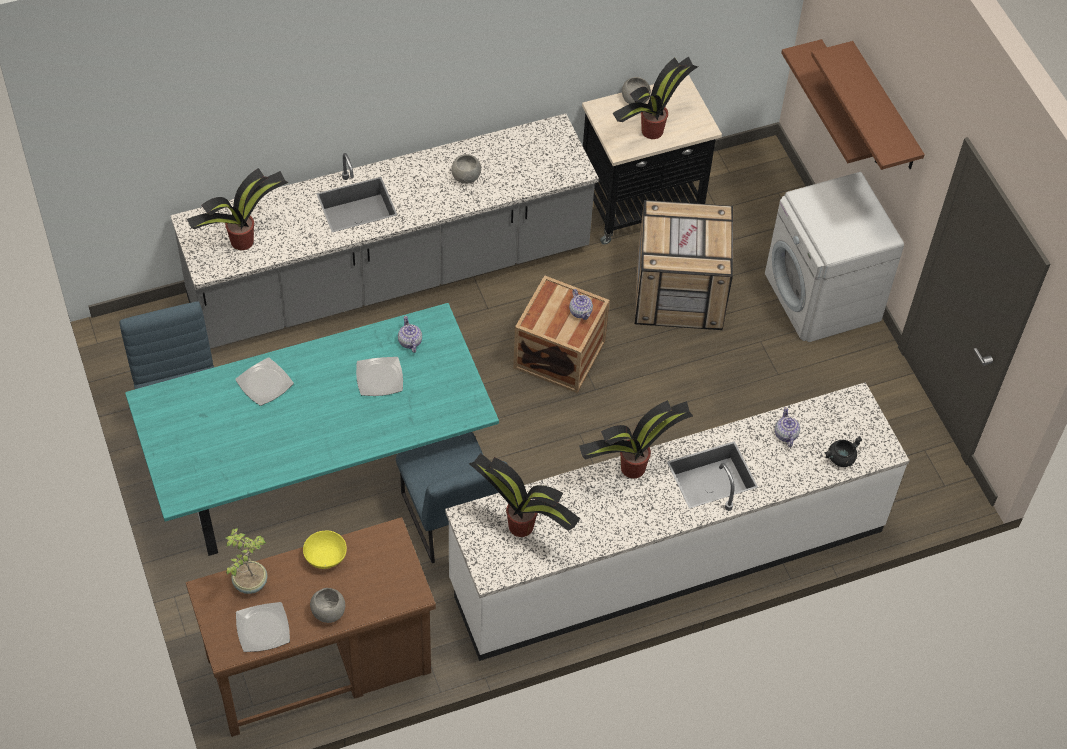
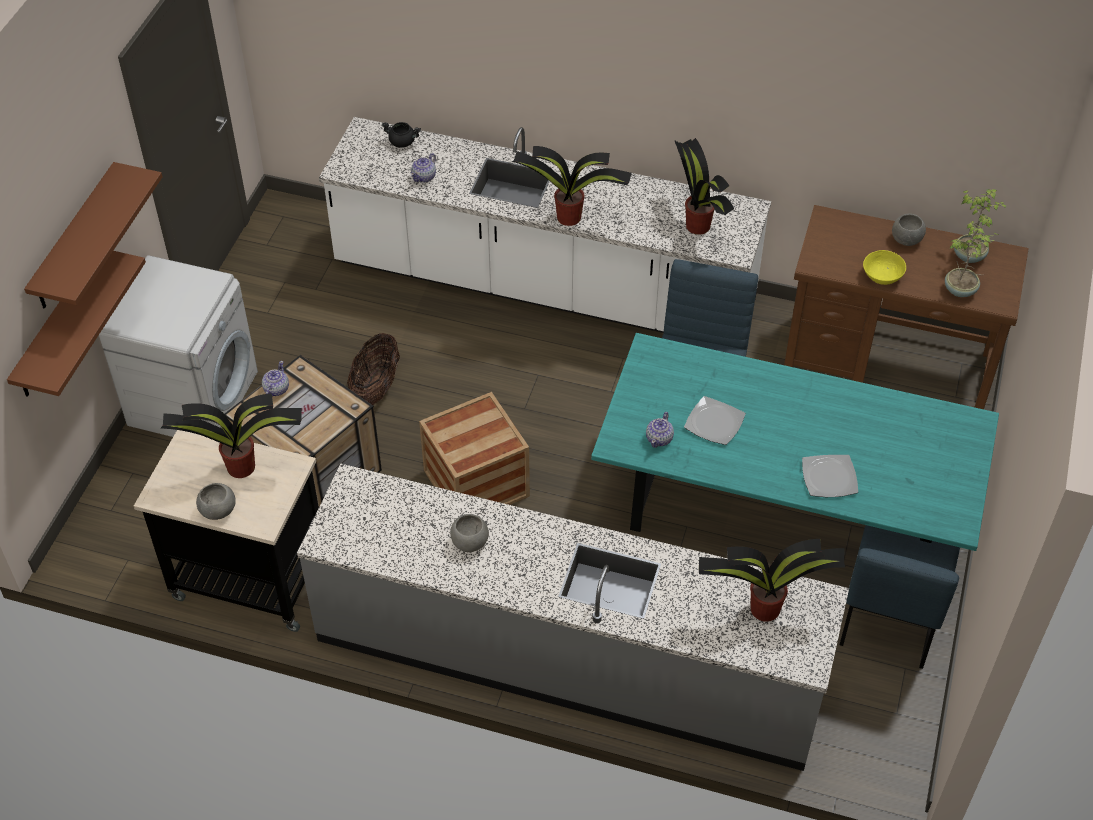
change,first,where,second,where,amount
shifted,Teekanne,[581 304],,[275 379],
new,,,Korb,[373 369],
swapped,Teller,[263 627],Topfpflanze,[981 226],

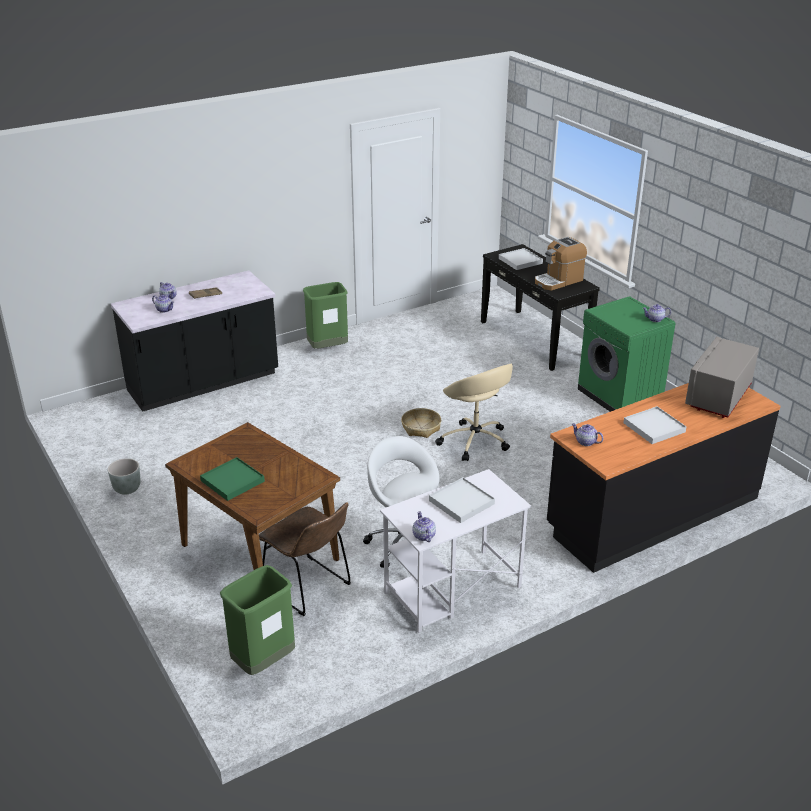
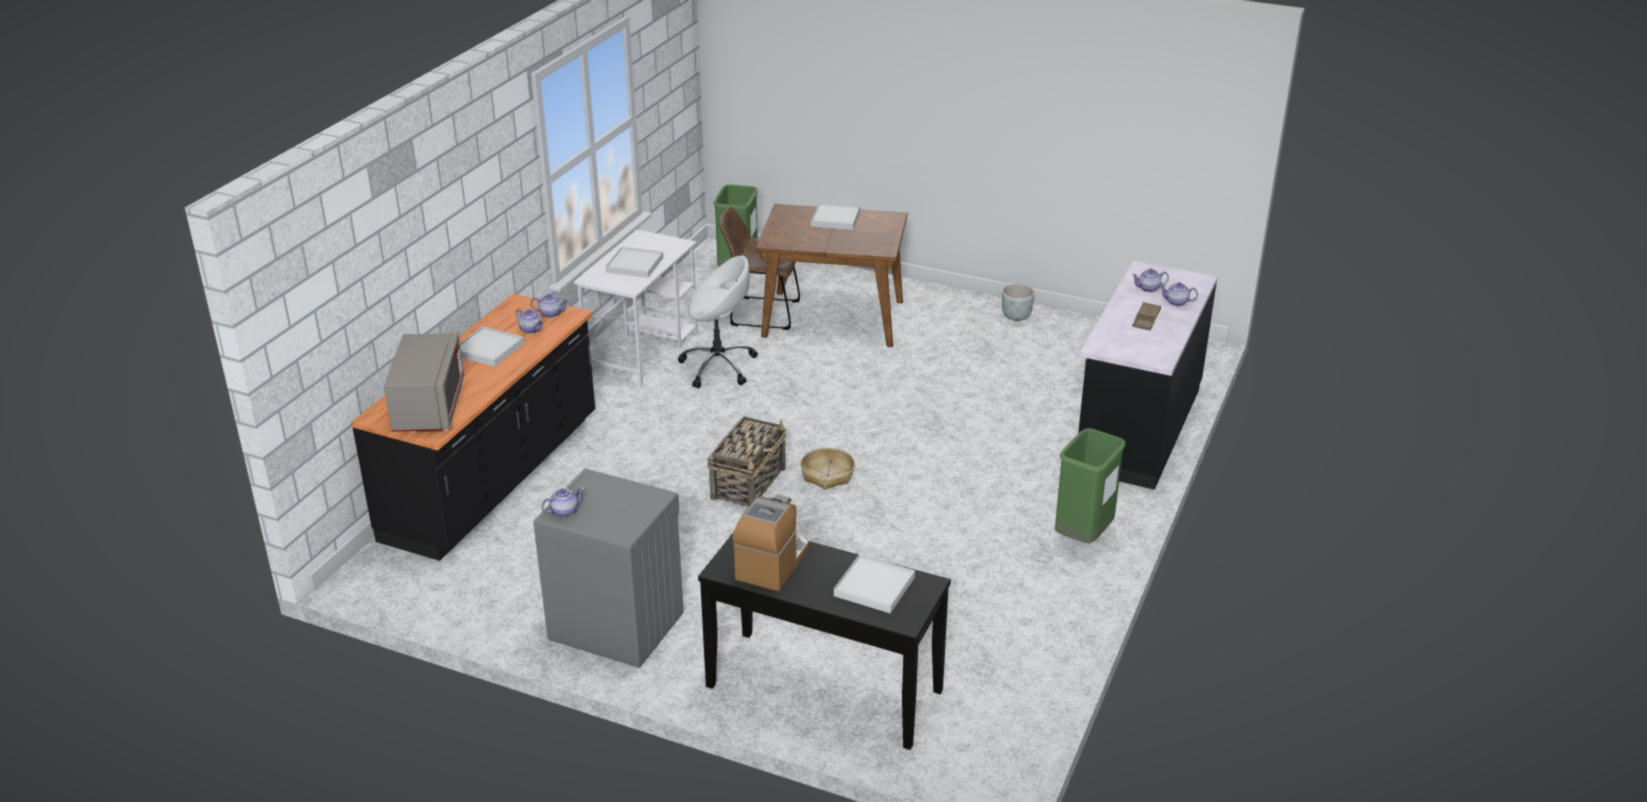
change,first,where,second,where,amount
shifted,Teekanne,[424 526],,[529 321],
repainted,Waschmaschine [grün],[626 354],Waschmaschine [grau],[608 568],
swapped,Bürostuhl [beige],[474 412],Korb,[746 461],
repainted,Tablett [grün],[232 479],Tablett [weiß],[835 216],

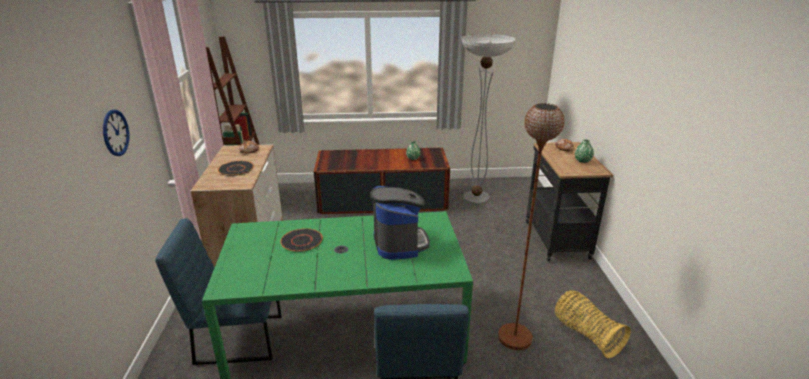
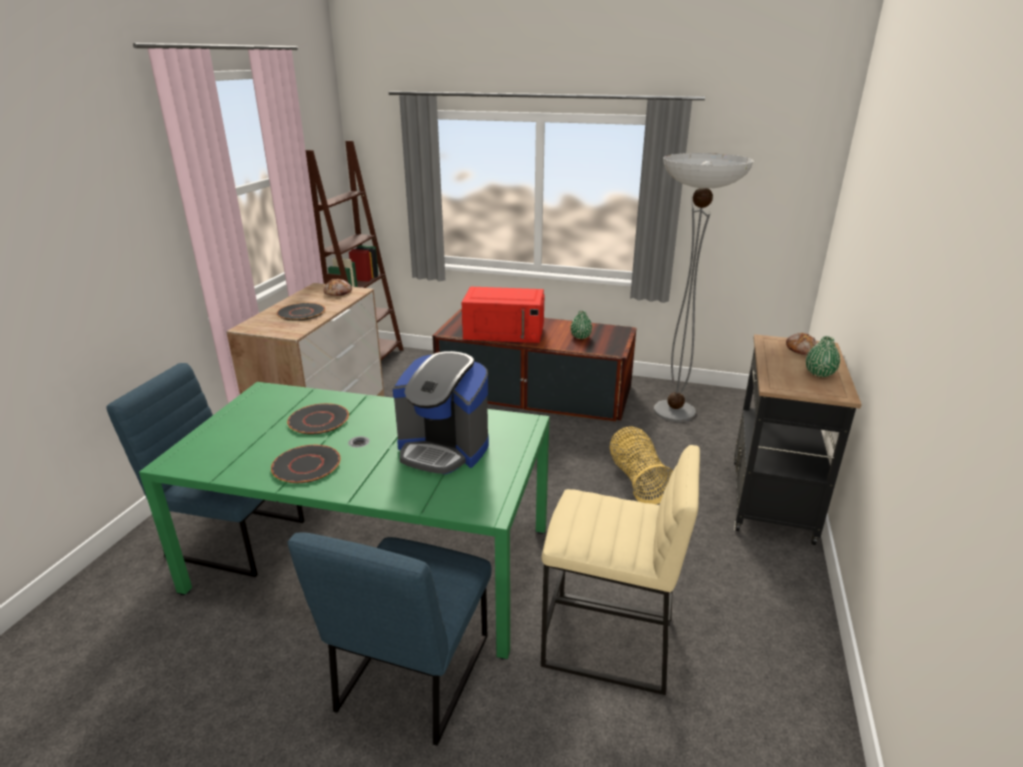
change,first,where,second,where,amount
new,,,Teller [schwarz],[306 464],
rotated,Kaffeemaschine,[400 223],,[441 412],105 degrees clockwise
new,,,Mikrowelle [rot],[503 315],
swapped,Stehlampe [braun],[531 226],Hocker [beige],[620 570],
shifted,Korb,[593 324],,[641 465],
gone,Wanduhr,[116 132],,,

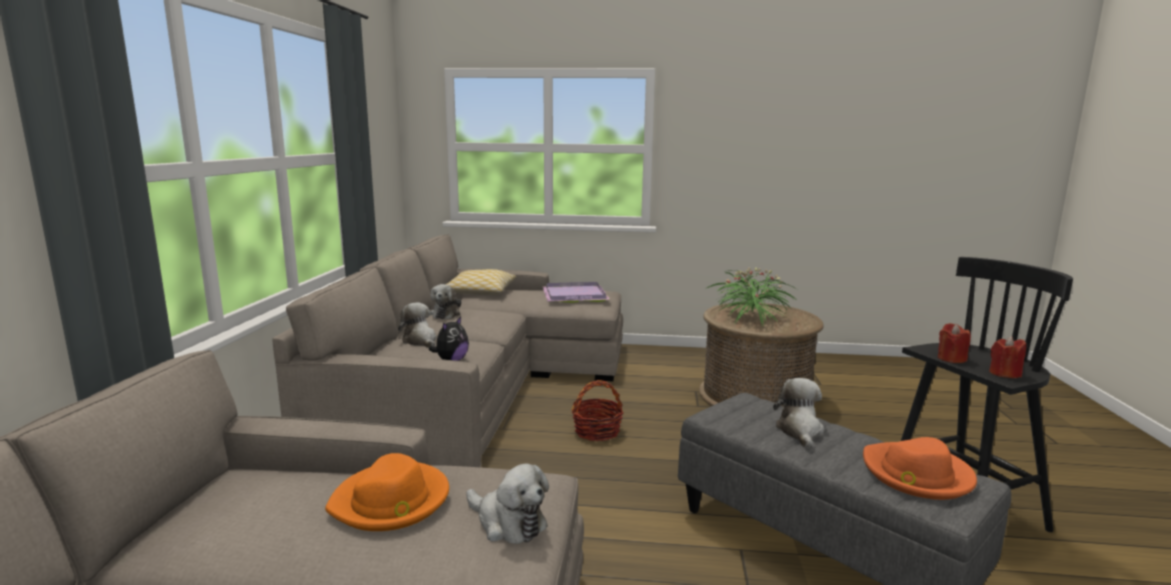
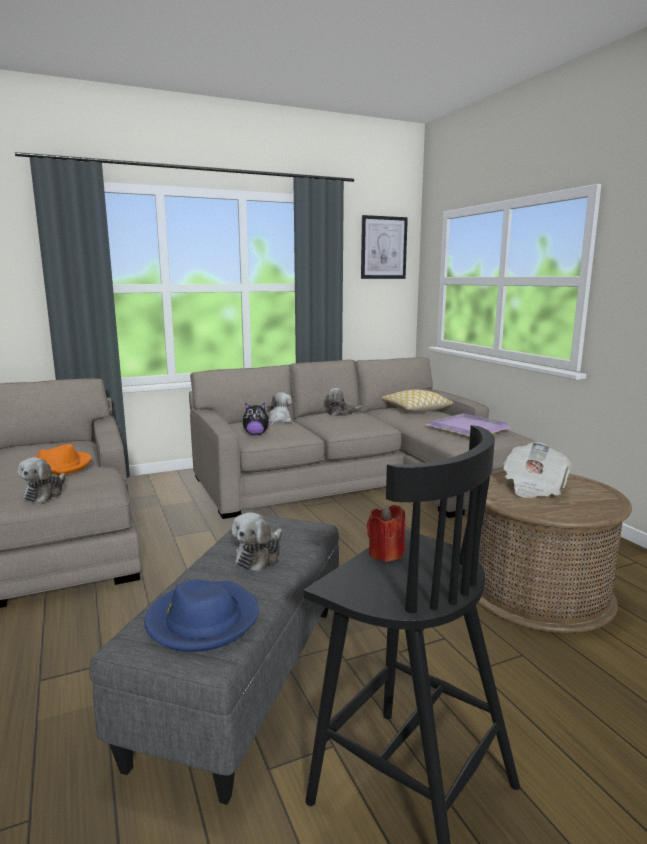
change,first,where,second,where,amount
repainted,Hut [orange],[920 468],Hut [blau],[201 616],
rotated,Plüschtier,[799 413],,[257 542],135 degrees clockwise
new,,,Bild,[384 247],
swapped,Topfpflanze,[751 295],Zeitung,[537 470],
gone,Korb,[597 410],,,
gone,Kerze [rot],[1007 357],,,

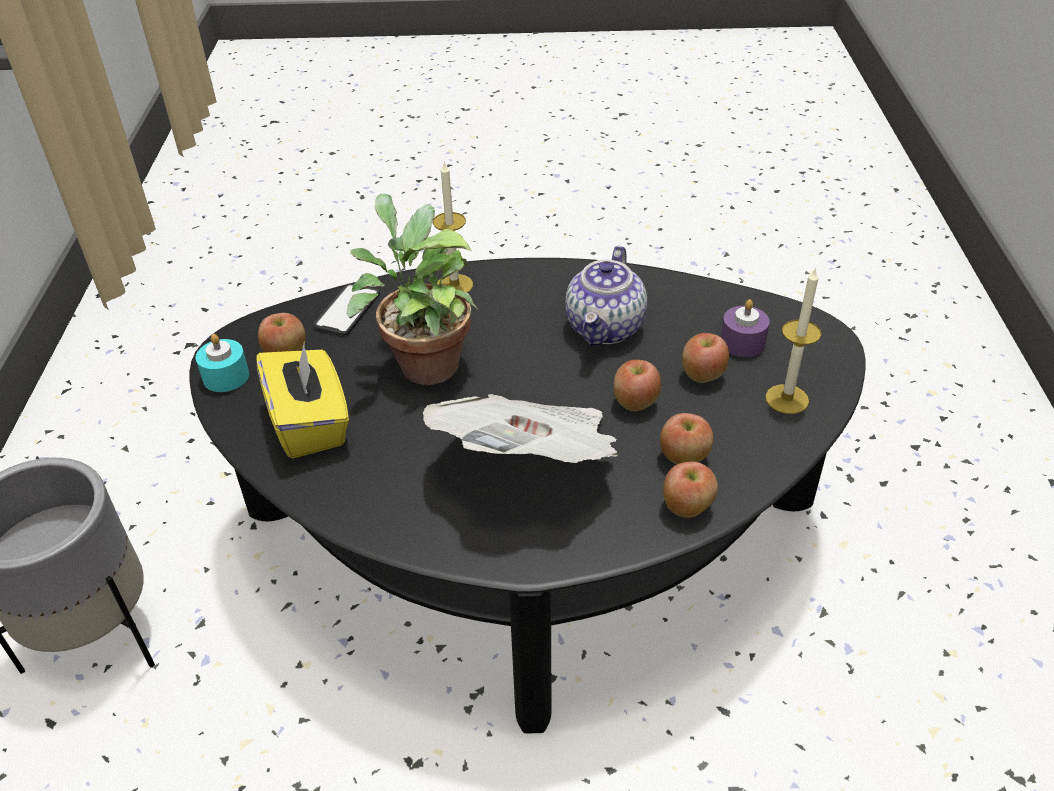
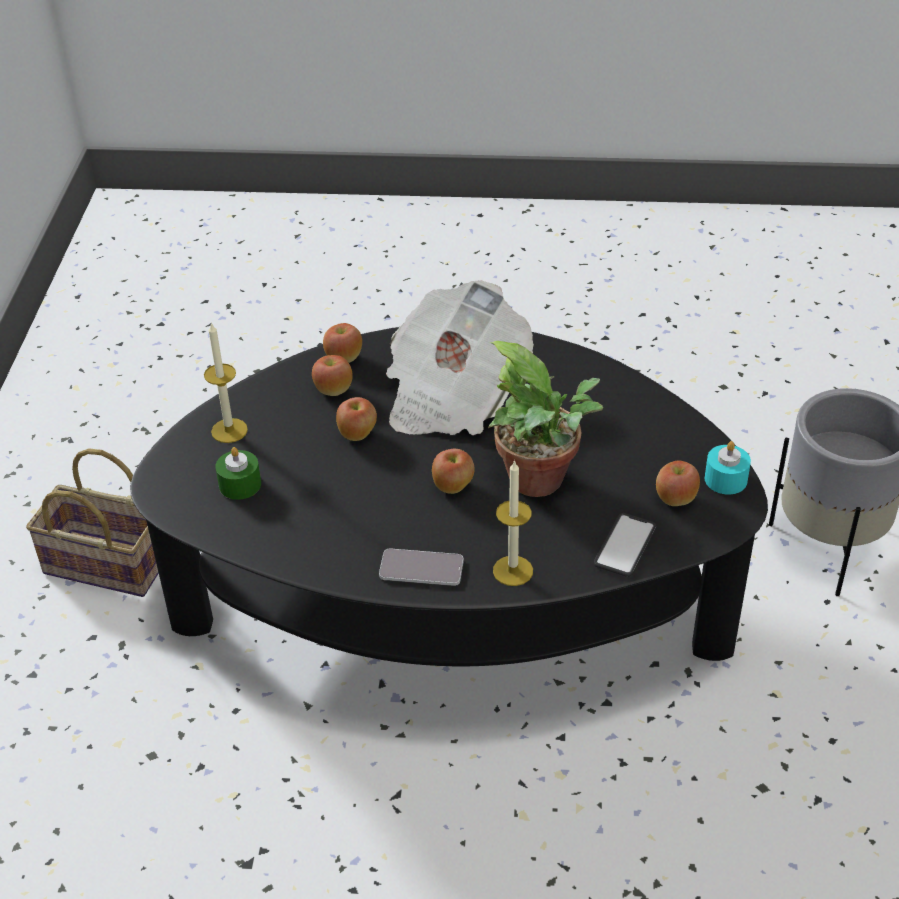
change,first,where,second,where,amount
new,,,Korb,[92 522],
repainted,Kerze [lila],[745 328],Kerze [grün],[238 473],
new,,,Handy,[421 567],
shifted,Apfel,[705 358],,[453 471],
gone,Taschentuchbox [gelb],[302 399],,,
gone,Teekanne,[606 295],,,

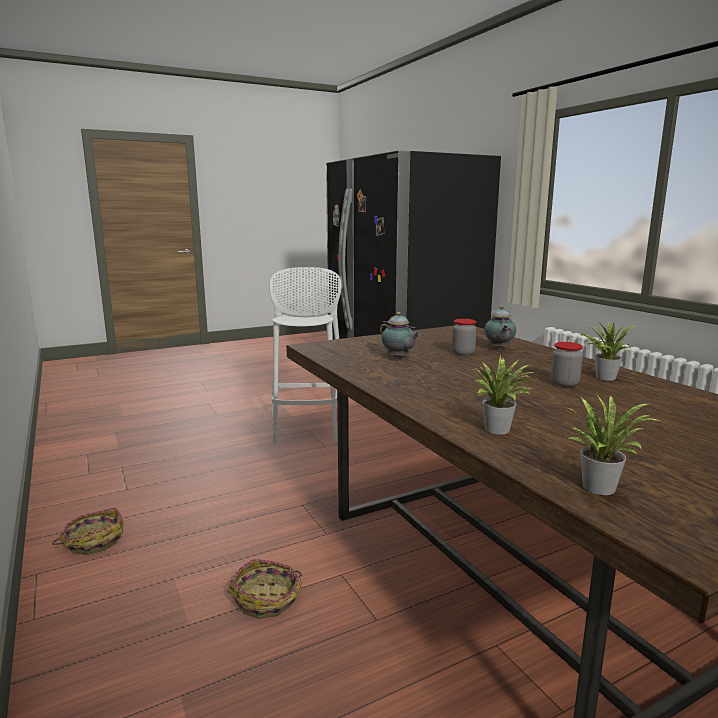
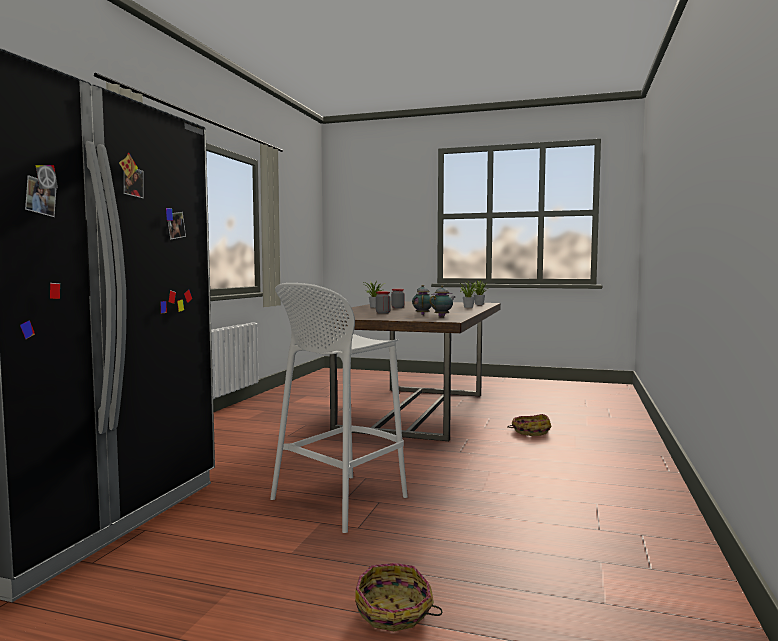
change,first,where,second,where,amount
shifted,Korb,[87 531],,[399 597],
shifted,Teekanne,[500 328],,[442 301],

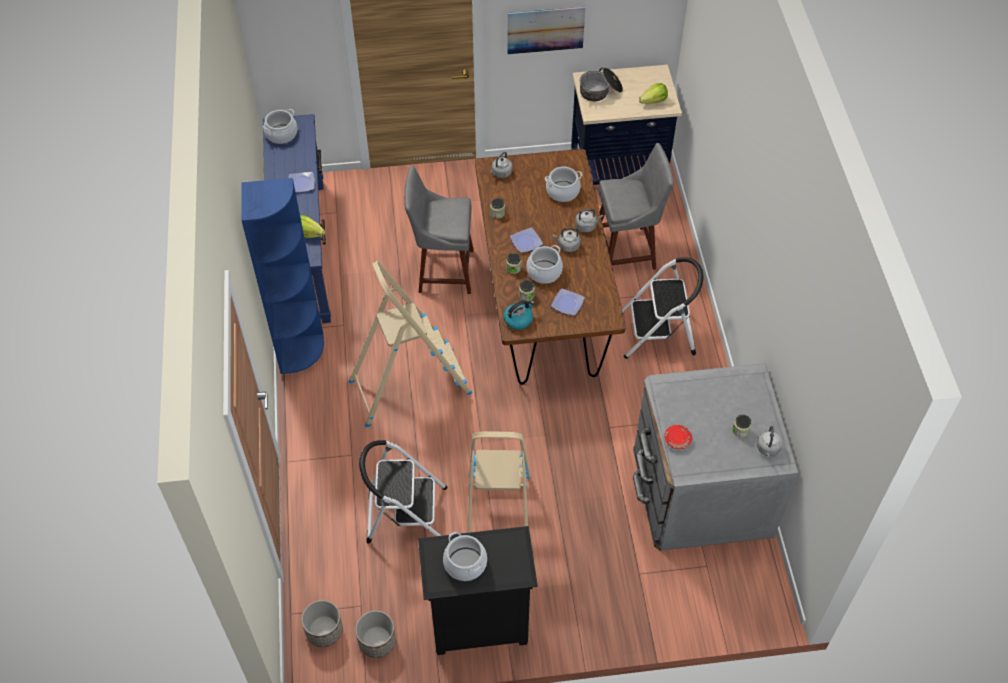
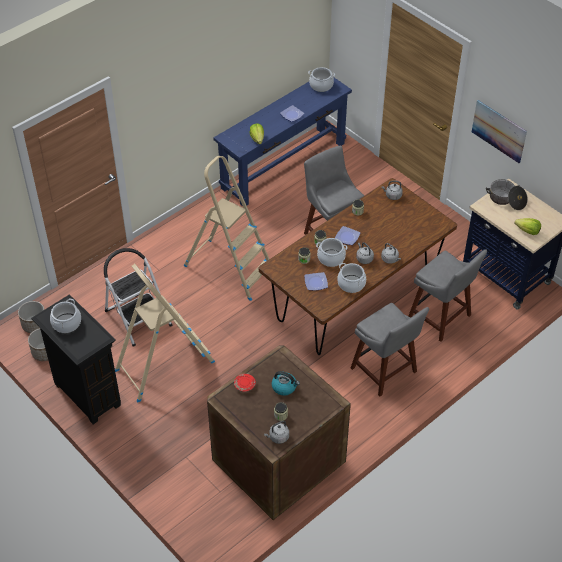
change,first,where,second,where,amount
repainted,Kommode [grau],[716 457],Kommode [braun],[279 432],
shifted,Wasserkessel,[519 315],,[286 383],
shifted,Kochtopf,[563 184],,[351 278],
swapped,Trittleiter,[662 308],Stuhl [grau],[390 349],
gone,Bücherregal [blau],[282 276],,,

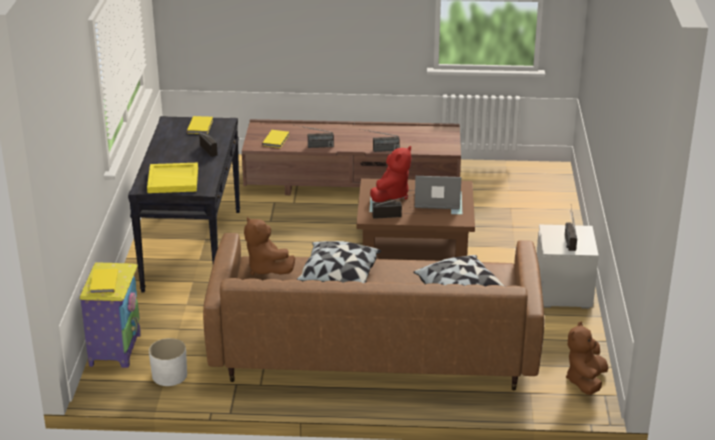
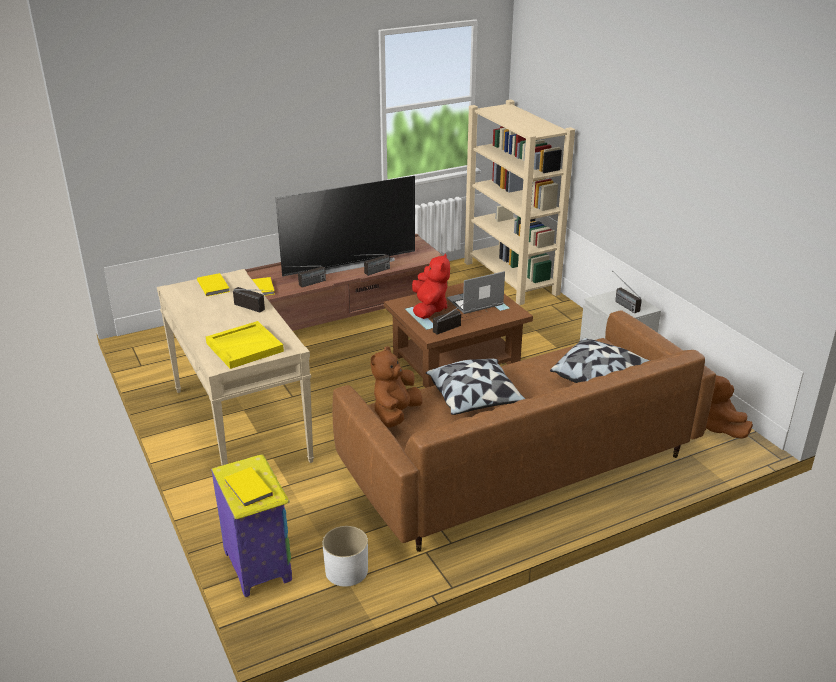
change,first,where,second,where,amount
repainted,Konsolentisch [schwarz],[184 204],Konsolentisch [beige],[235 367],
new,,,Fernseher,[345 226],
rotated,Plüschtier [braun],[269 245],,[397 387],90 degrees clockwise
new,,,Bücherregal [beige],[519 202],

